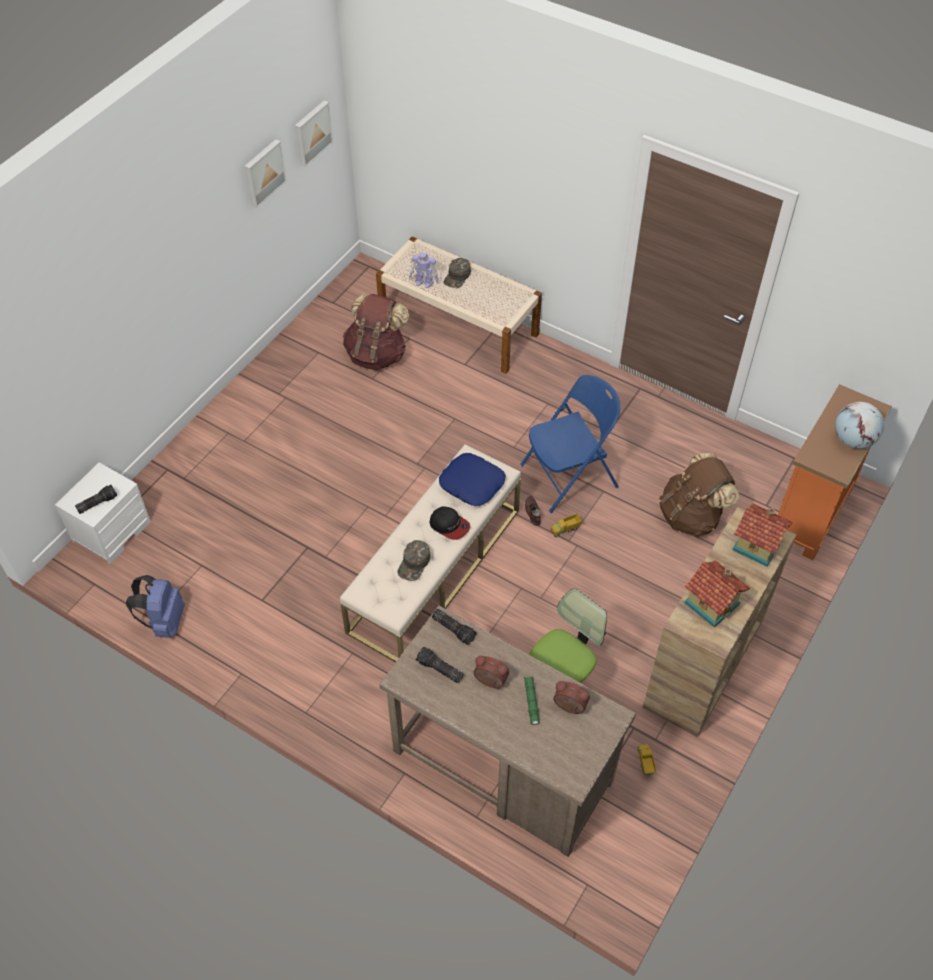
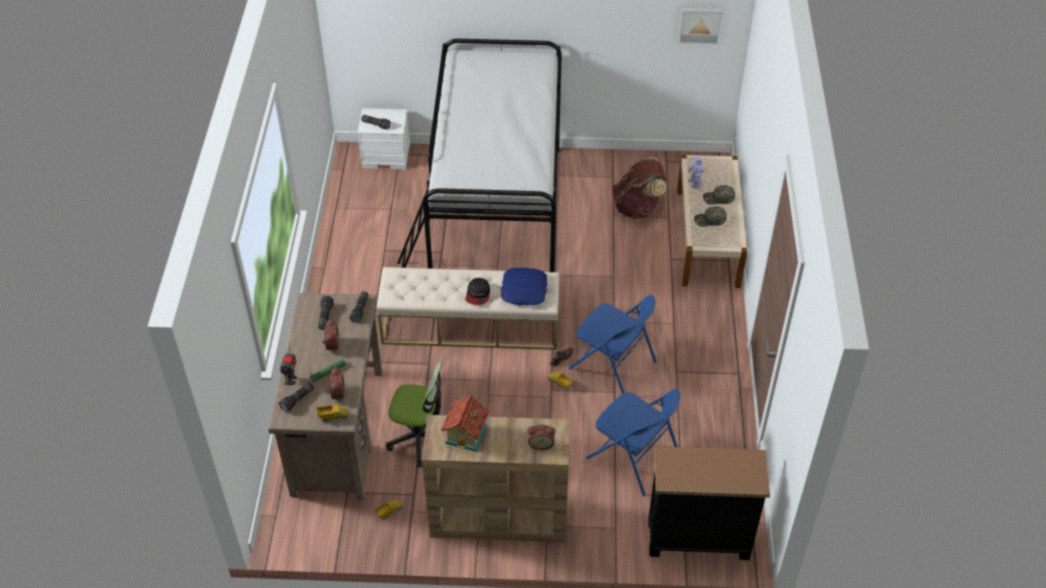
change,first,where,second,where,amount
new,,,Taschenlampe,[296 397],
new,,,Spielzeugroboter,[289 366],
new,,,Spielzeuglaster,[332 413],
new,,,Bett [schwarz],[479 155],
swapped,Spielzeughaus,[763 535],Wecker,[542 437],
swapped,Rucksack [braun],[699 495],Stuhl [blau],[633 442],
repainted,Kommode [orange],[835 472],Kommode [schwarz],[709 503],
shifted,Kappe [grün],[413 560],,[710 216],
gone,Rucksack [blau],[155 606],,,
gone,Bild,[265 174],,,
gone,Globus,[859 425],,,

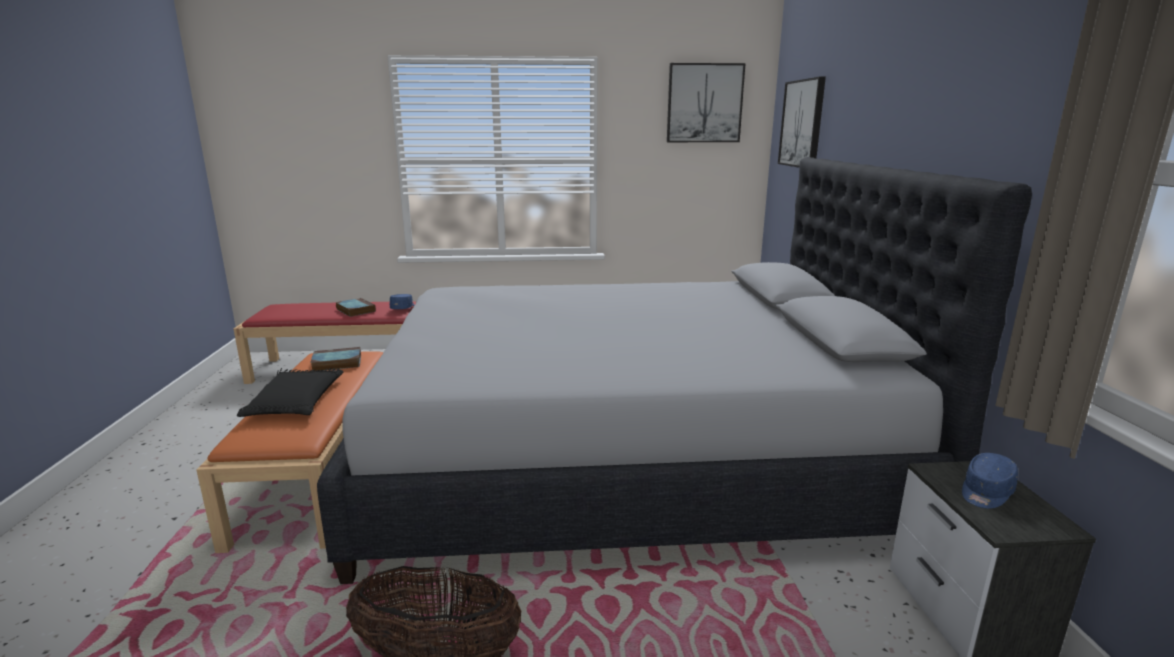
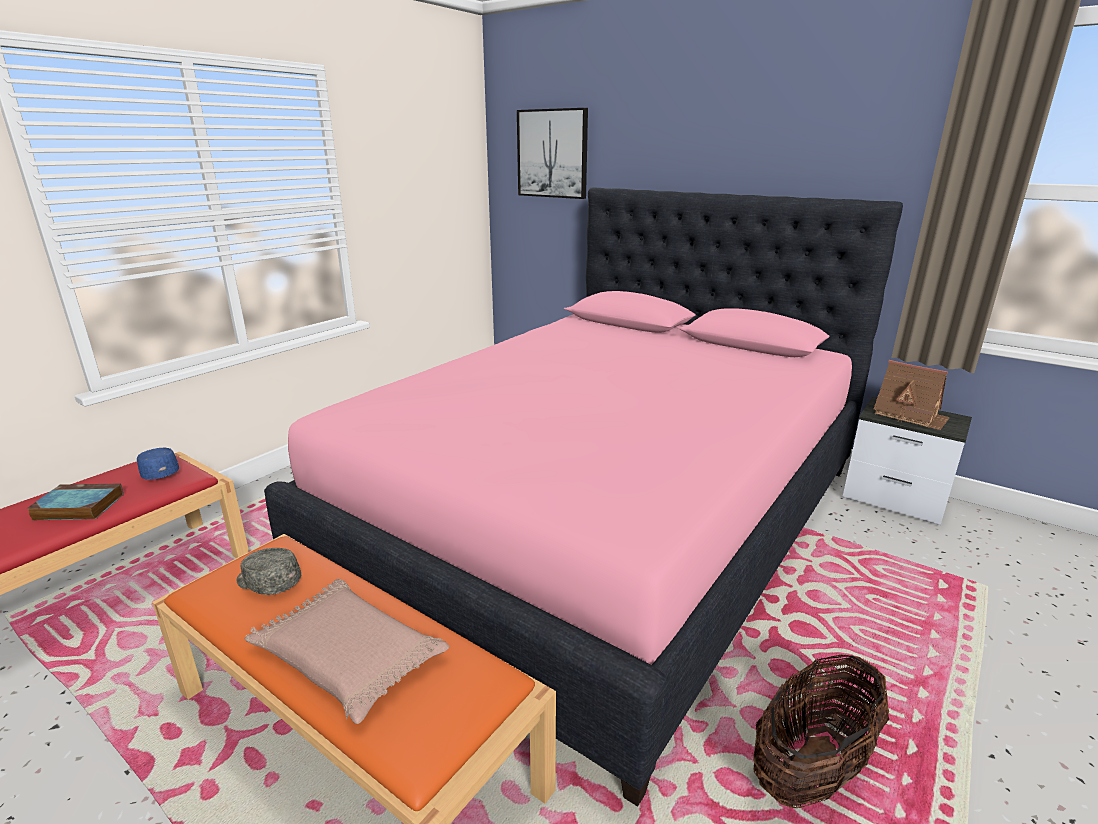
change,first,where,second,where,amount
swapped,Buch,[335 359],Kappe [grau],[268 571],
repainted,Kissen [schwarz],[290 392],Kissen [beige],[347 651],
repainted,Bett [grau],[674 370],Bett [rosa],[583 497],
swapped,Kappe [blau],[990 481],Spielzeughaus,[912 395],
gone,Bild,[706 102],,,

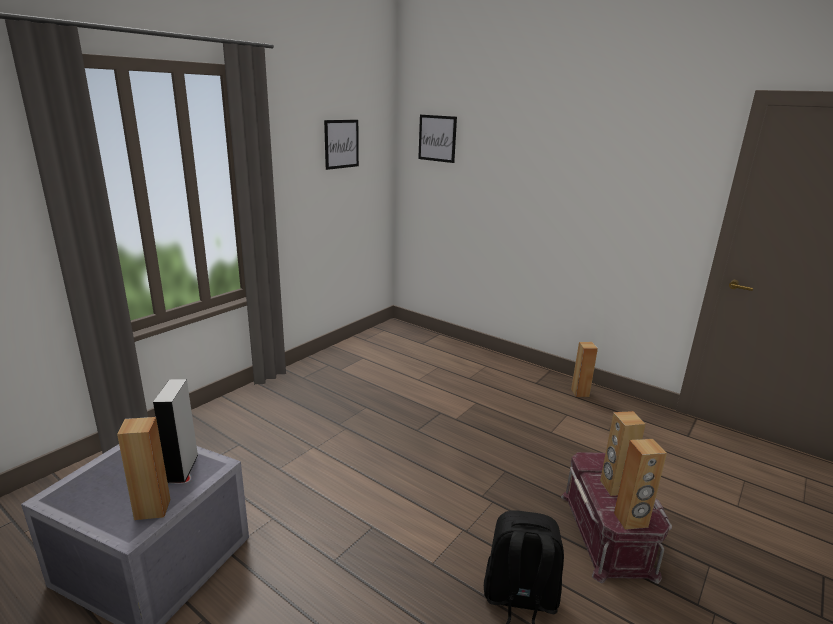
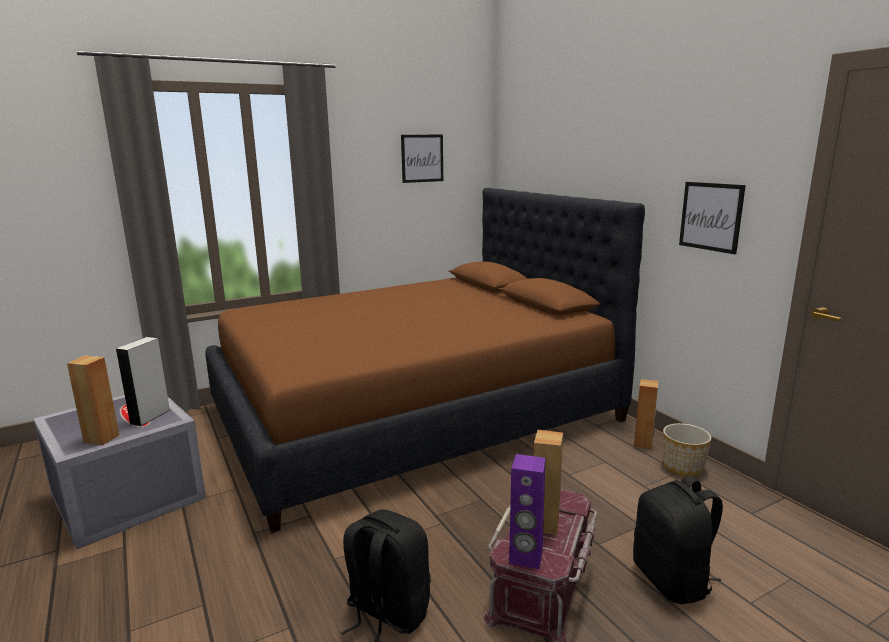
change,first,where,second,where,amount
new,,,Bett [braun],[425 360],
repainted,Lautsprecher [braun],[640 484],Lautsprecher [lila],[527 511],
new,,,Rucksack [schwarz],[678 540],
new,,,Pflanzkübel,[687 449],
shifted,Bild,[437 139],,[712 218],

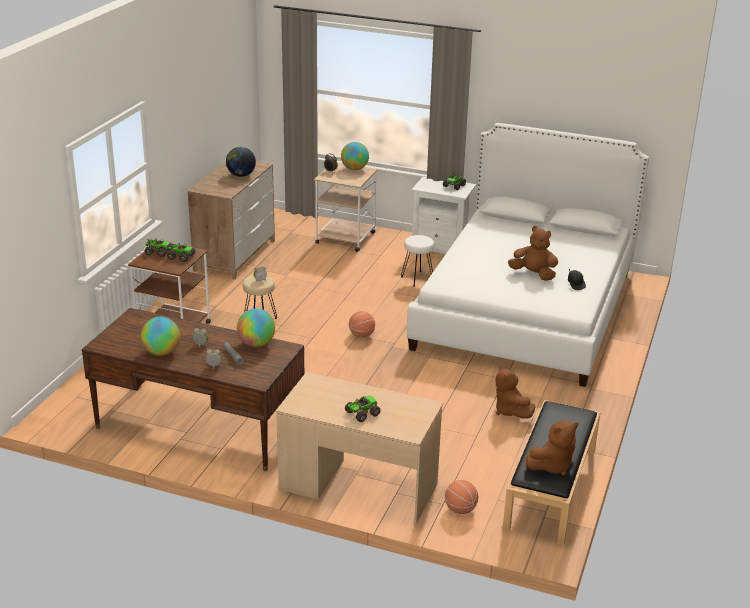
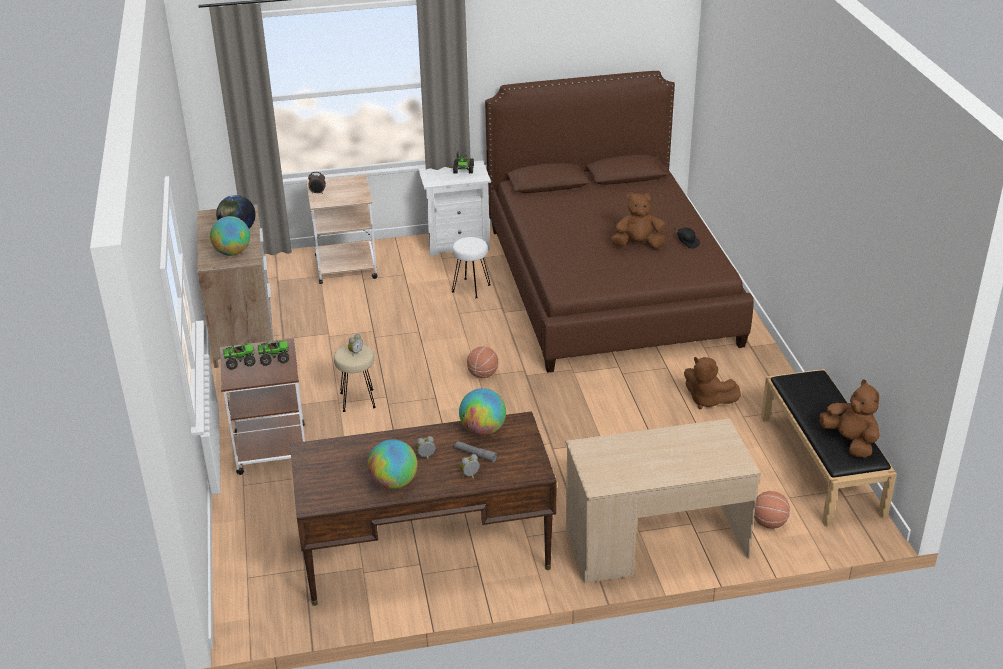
change,first,where,second,where,amount
shifted,Globus,[355 156],,[230 236],
repainted,Bett [weiß],[528 255],Bett [braun],[619 222],
rotated,Plüschtier [braun],[552 448],,[850 419],60 degrees counterclockwise
gone,Spielzeuglaster,[363 409],,,

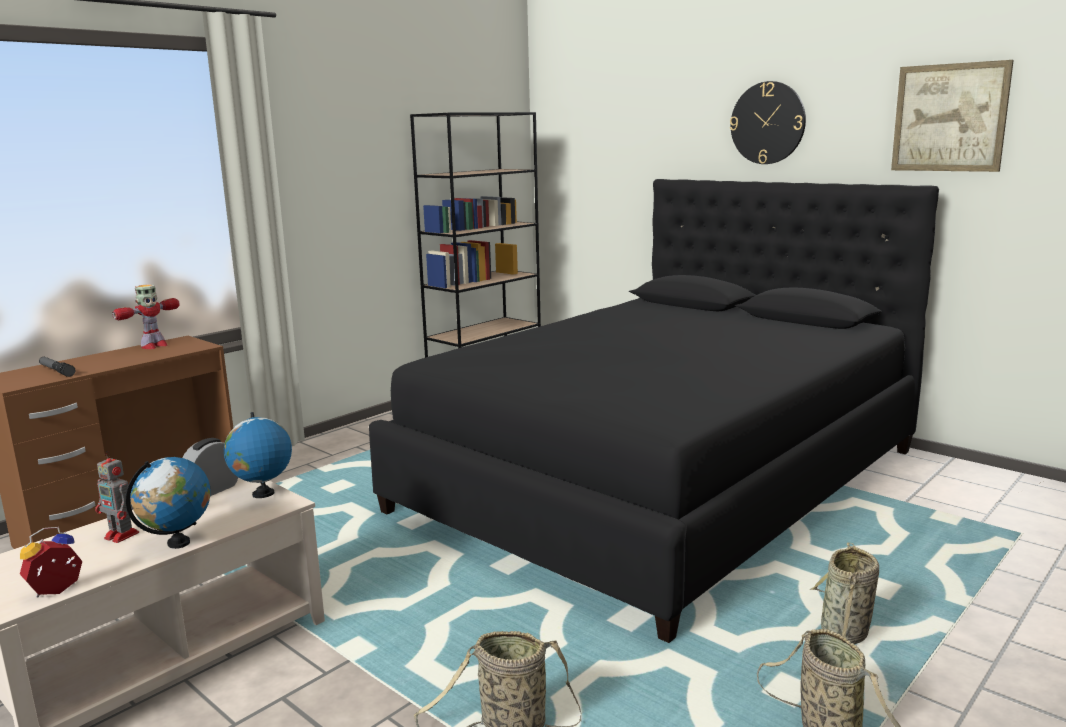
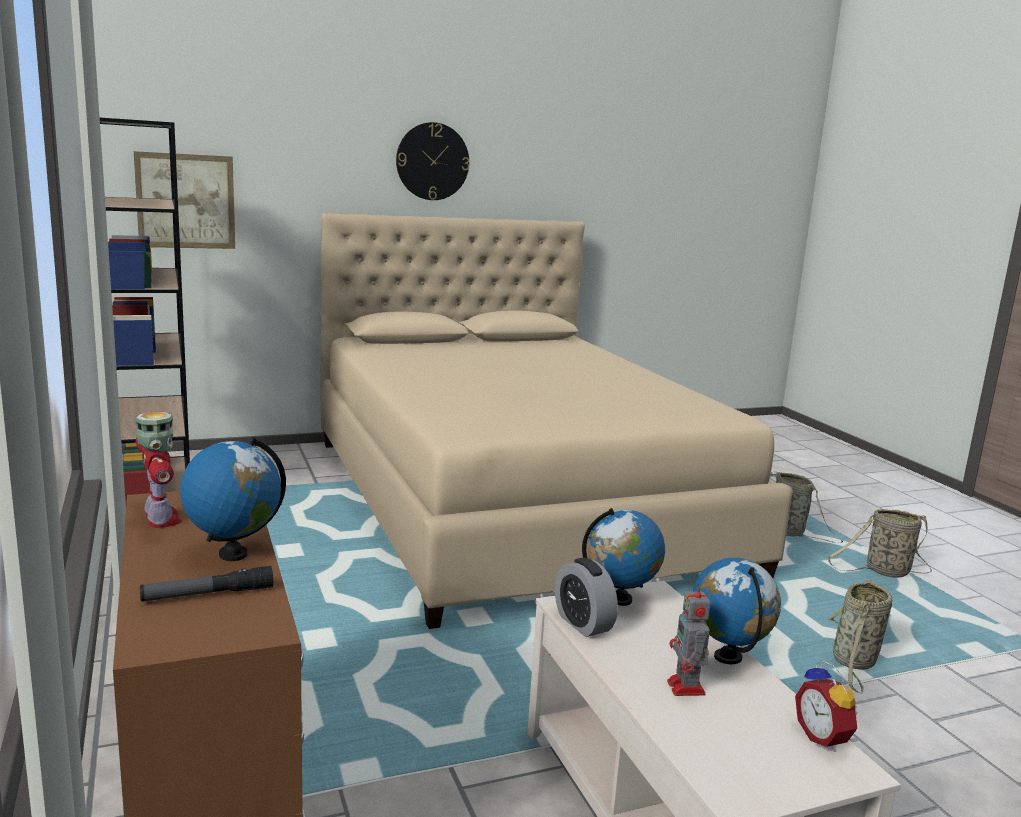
change,first,where,second,where,amount
shifted,Bild,[952 116],,[184 200],
new,,,Globus,[233 499],
repainted,Bett [schwarz],[654 411],Bett [beige],[556 421],
rotated,Spielzeugroboter,[117 497],,[688 639],120 degrees clockwise

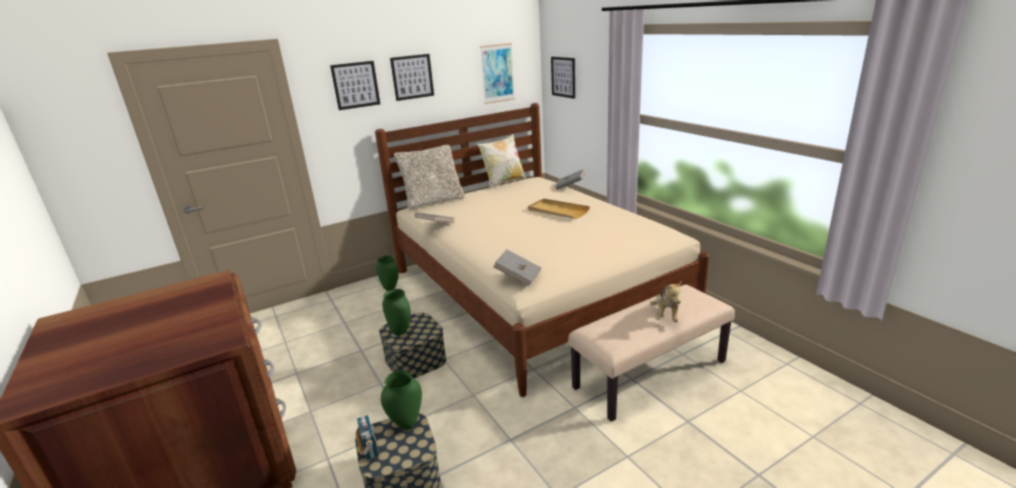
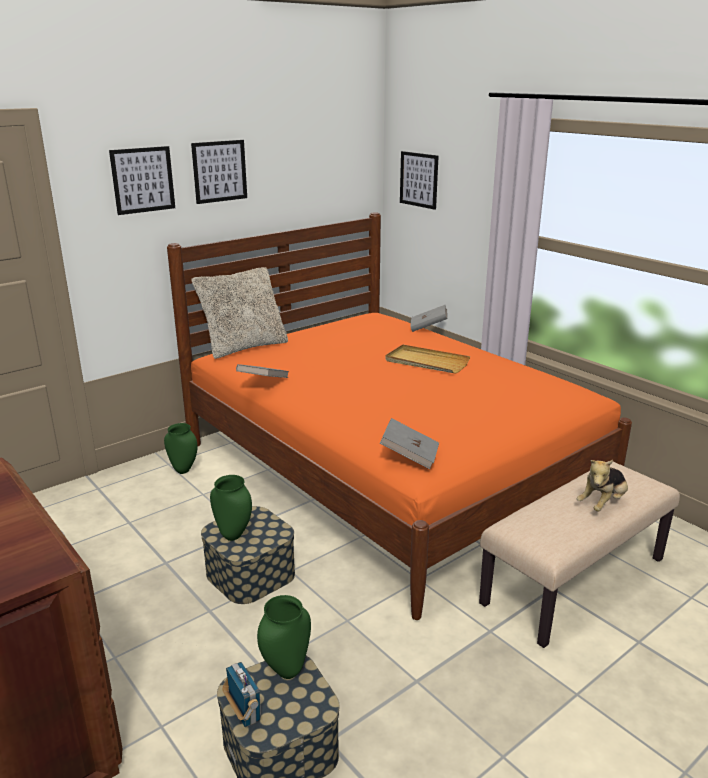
change,first,where,second,where,amount
repainted,Bett [beige],[542 250],Bett [orange],[399 416],
rotated,Plüschtier,[666 301],,[602 486],45 degrees clockwise
gone,Kissen,[501 161],,,
gone,Bild,[497 73],,,

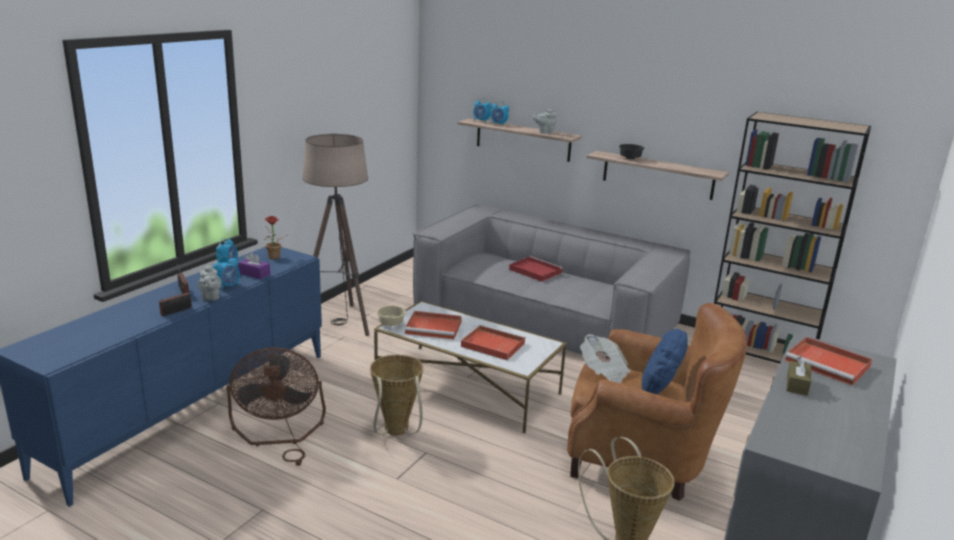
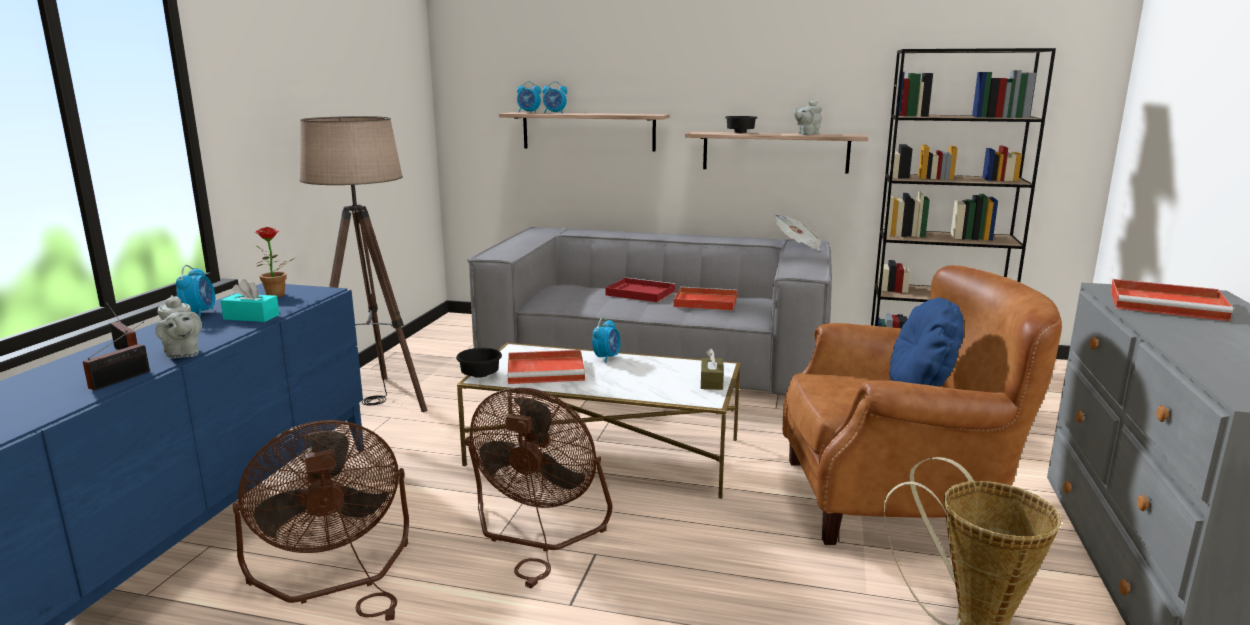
change,first,where,second,where,amount
repainted,Taschentuchbox [lila],[254 265],Taschentuchbox [türkis],[250 300],
repainted,Schüssel [beige],[391 316],Schüssel [schwarz],[479 363],
swapped,Korb,[397 394],Ventilator [braun],[538 488],
shifted,Wecker,[226 273],,[606 340],
shifted,Tablett [rot],[493 342],,[705 299],
shifted,Taschentuchbox [braun],[799 376],,[712 369],
shifted,Zeitung,[605 358],,[798 232],
shifted,Teekanne [grau],[545 121],,[808 118],

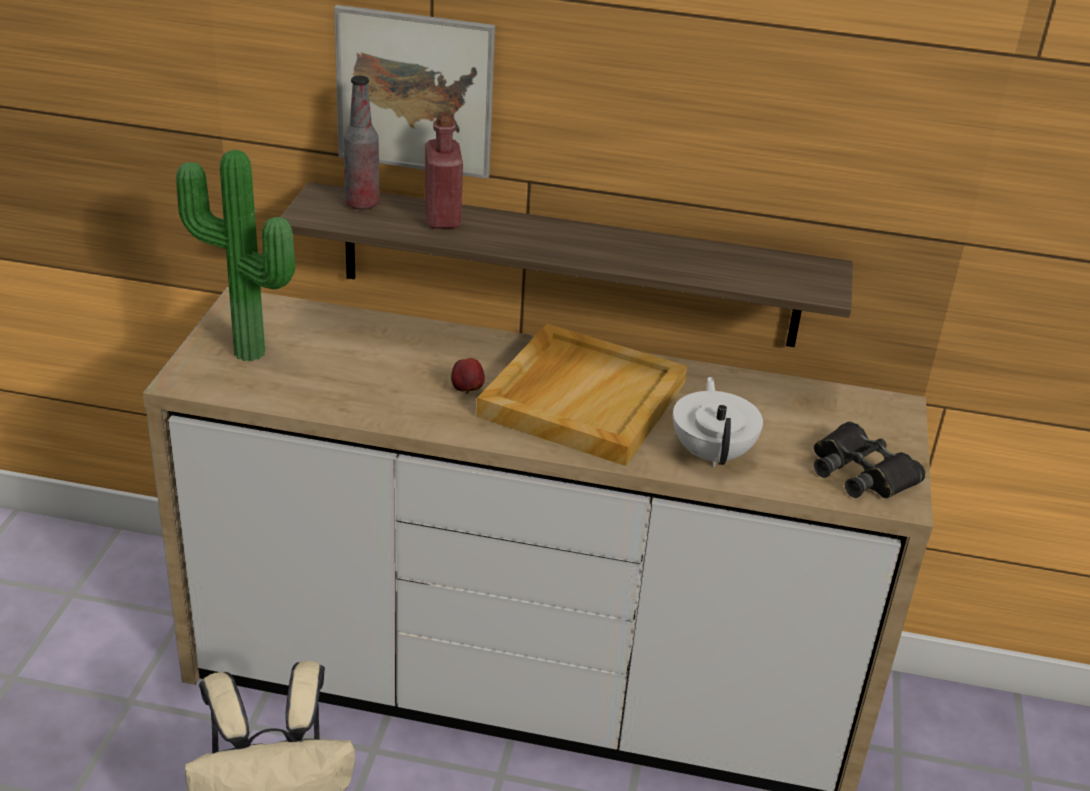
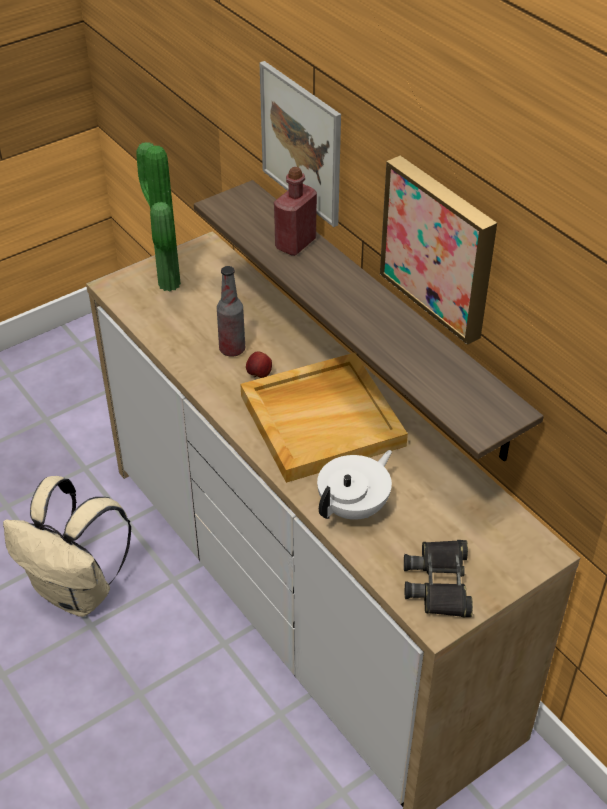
change,first,where,second,where,amount
shifted,Flasche,[362 143],,[231 311],
new,,,Bild,[438 250],

